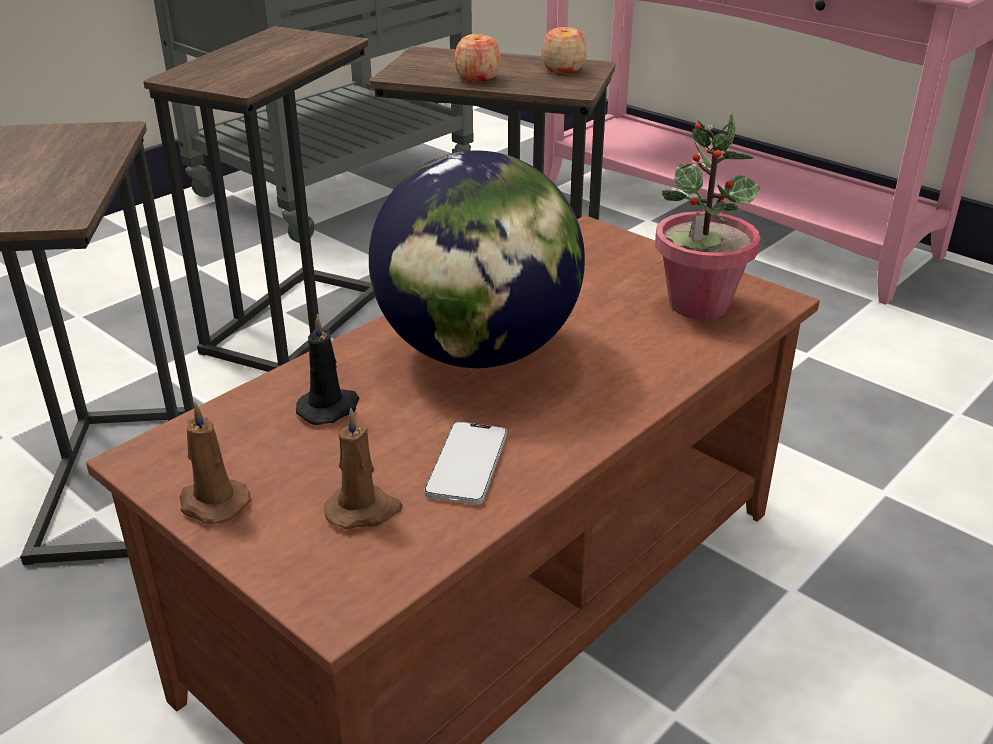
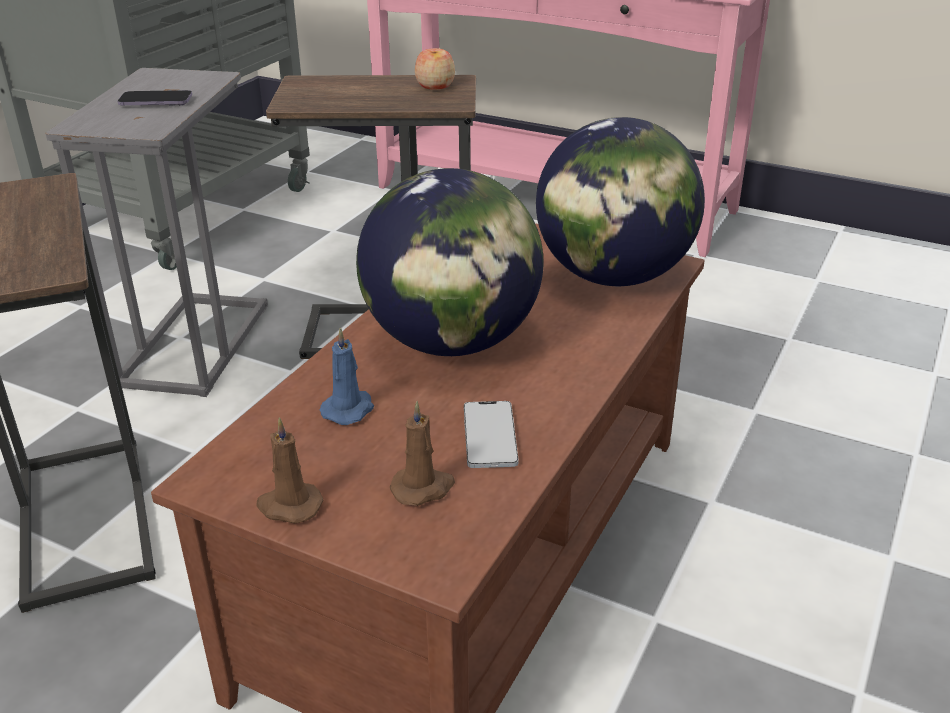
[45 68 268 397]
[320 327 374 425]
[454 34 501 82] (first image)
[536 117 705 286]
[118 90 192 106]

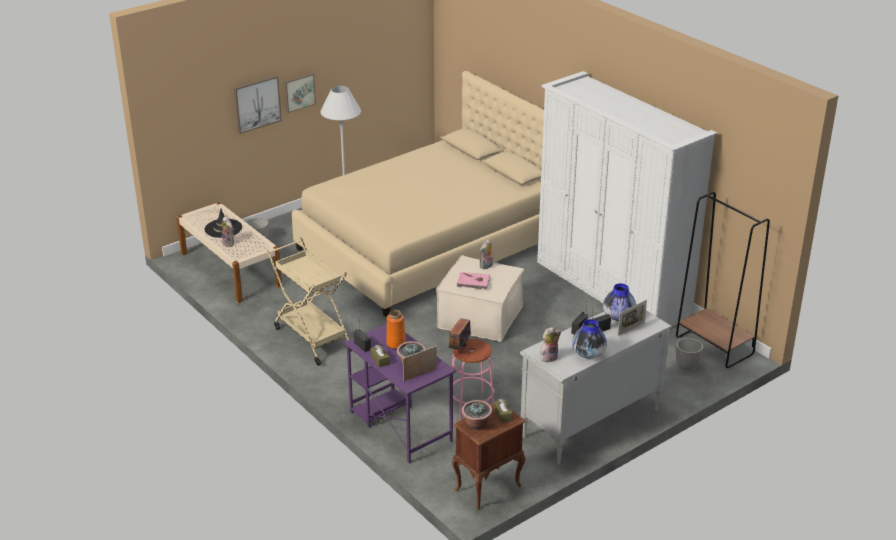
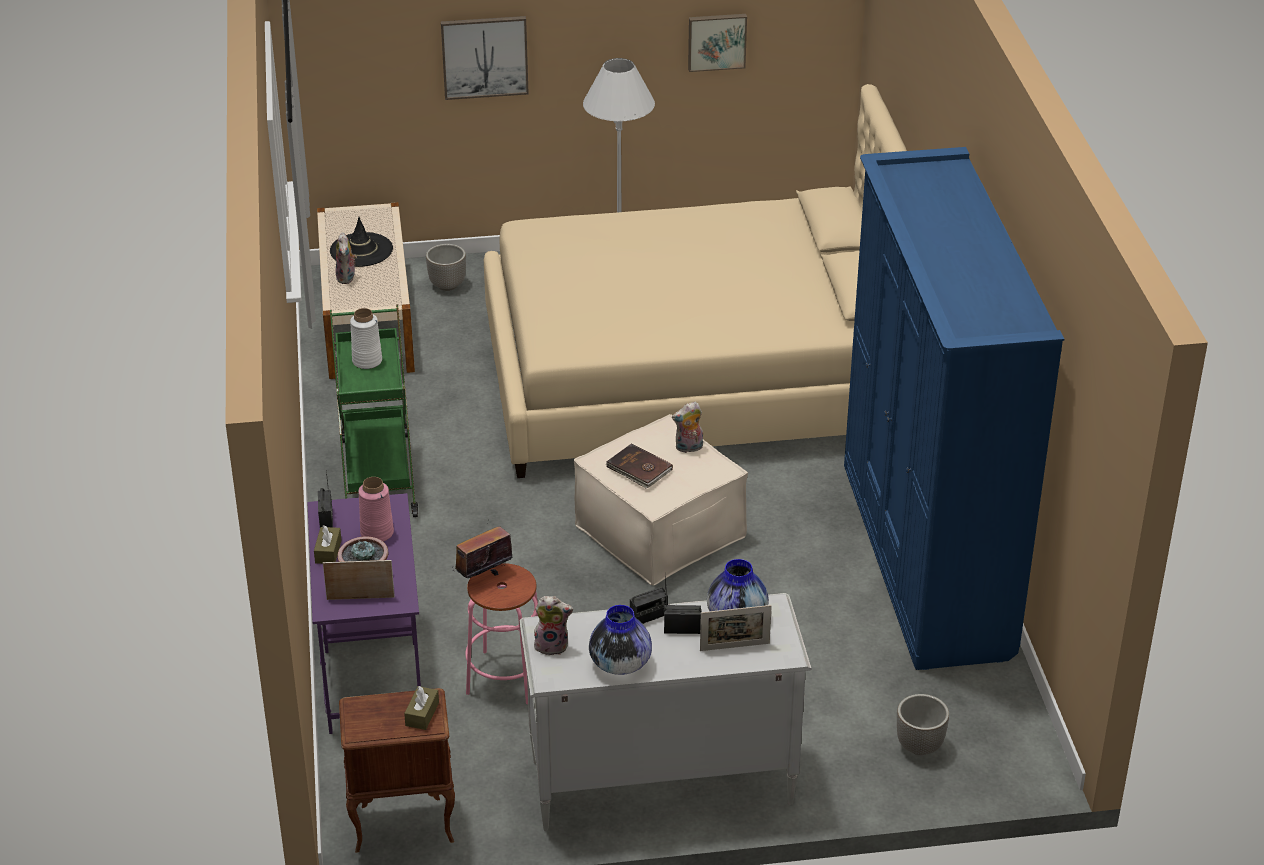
[330 305 419 517]
[688 14 747 72]
[358 477 394 542]
[606 444 673 488]
[461 400 493 430] (first image)
[844 147 1065 670]
[676 192 770 368] (first image)
[350 308 382 369]

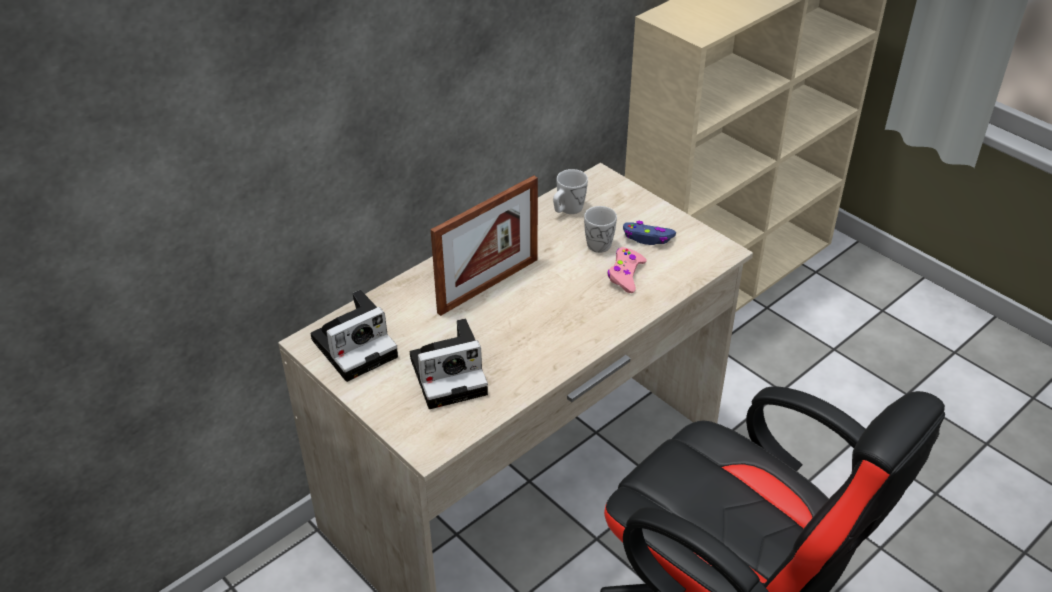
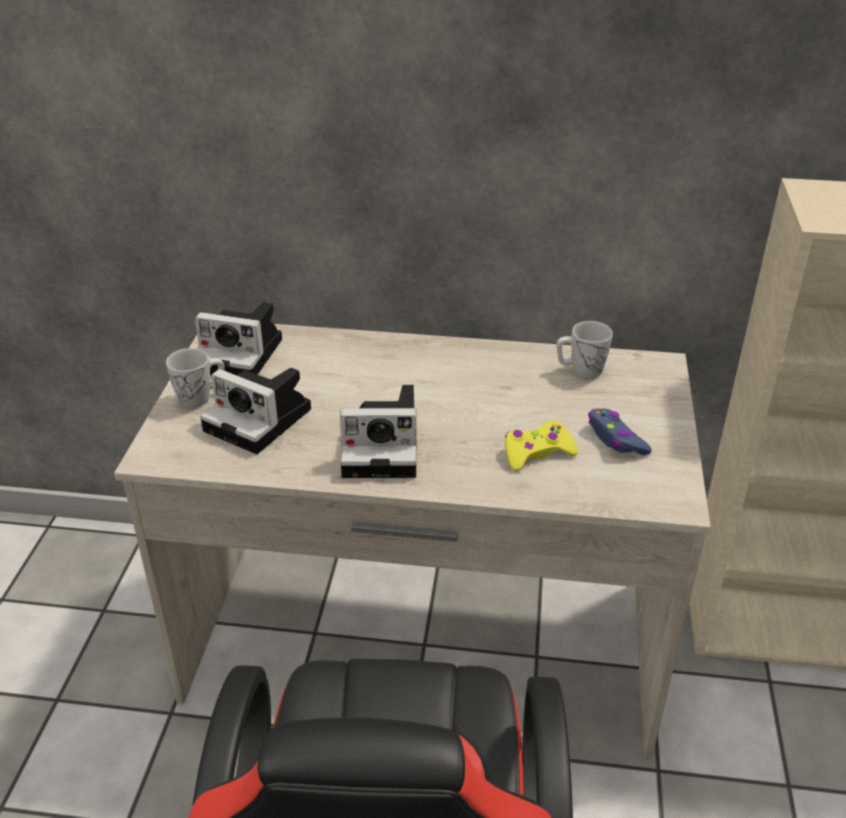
[431 175 538 316] (first image)
[166 348 224 408]
[505 421 578 471]
[340 385 417 478]

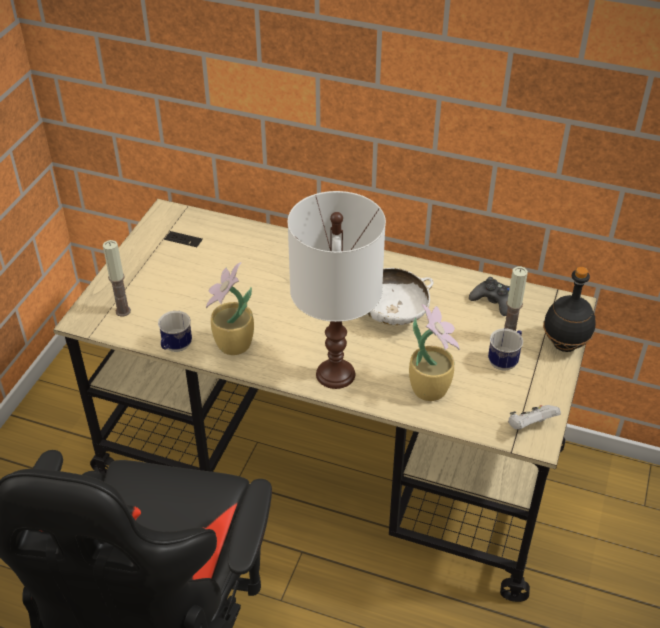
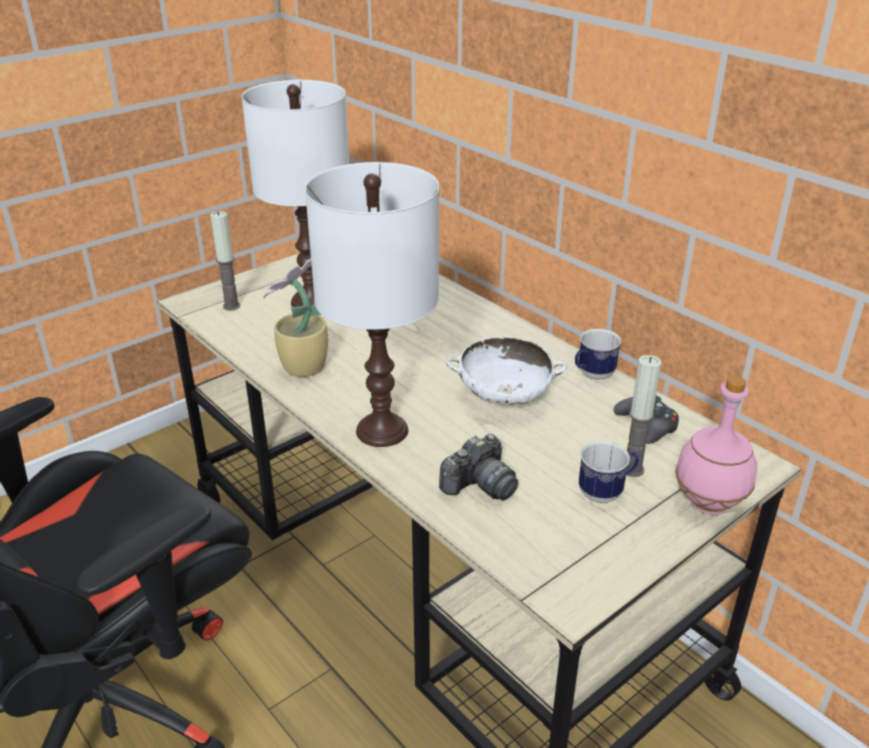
[575 329 621 380]
[439 434 518 500]
[508 405 561 430] (first image)
[675 375 757 515]
[241 80 349 308]

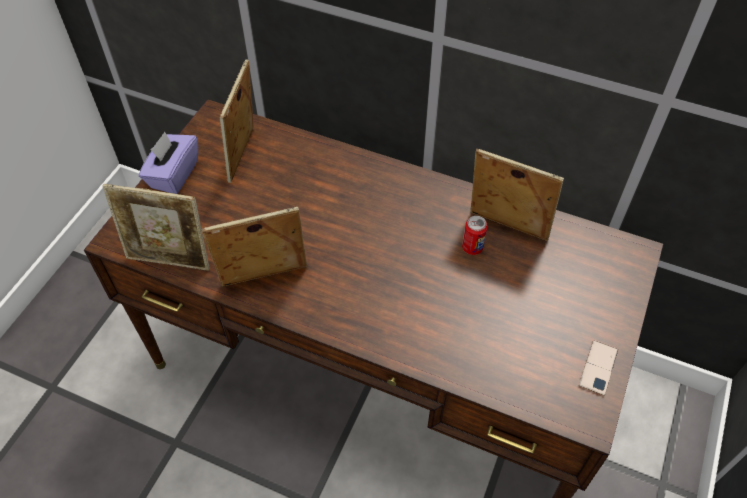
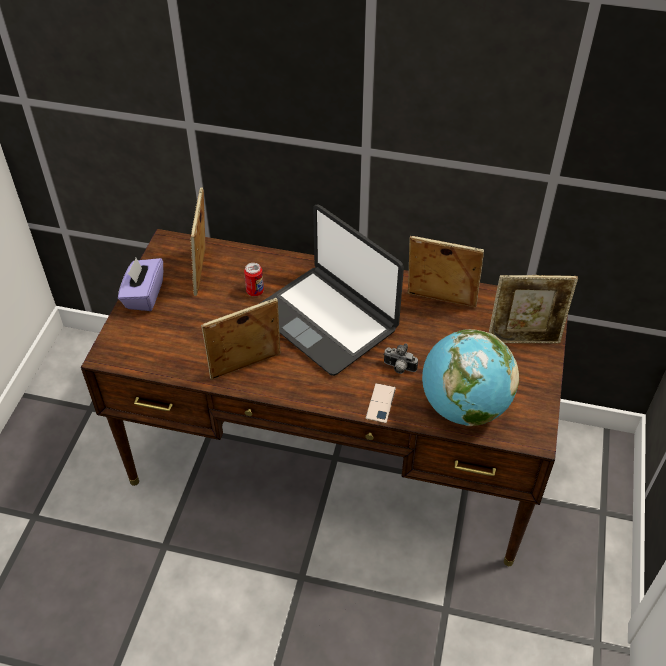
[489 275 578 343]
[244 263 264 296]
[366 383 396 424]
[259 204 404 376]
[383 343 418 374]
[422 329 519 426]

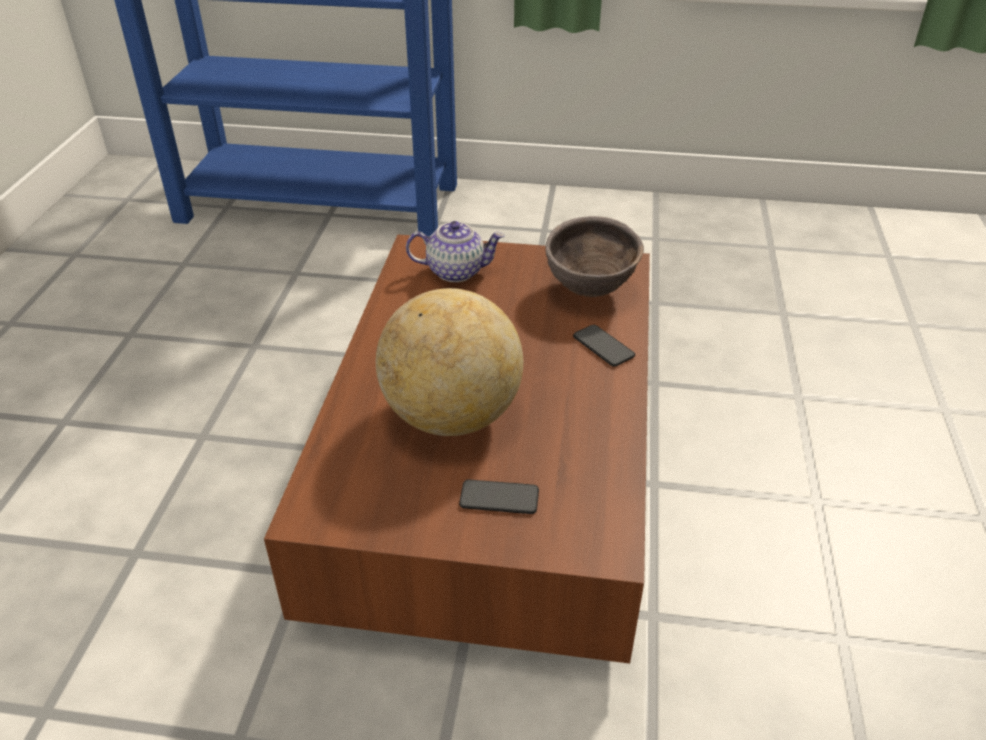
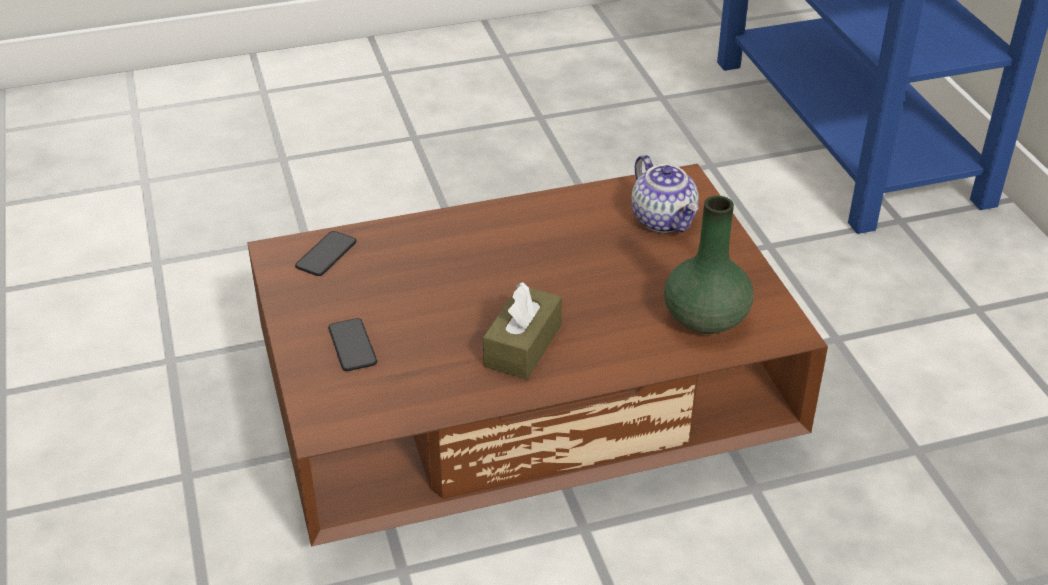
[376 288 523 436] (first image)
[664 196 753 334]
[295 231 357 276]
[483 282 562 379]

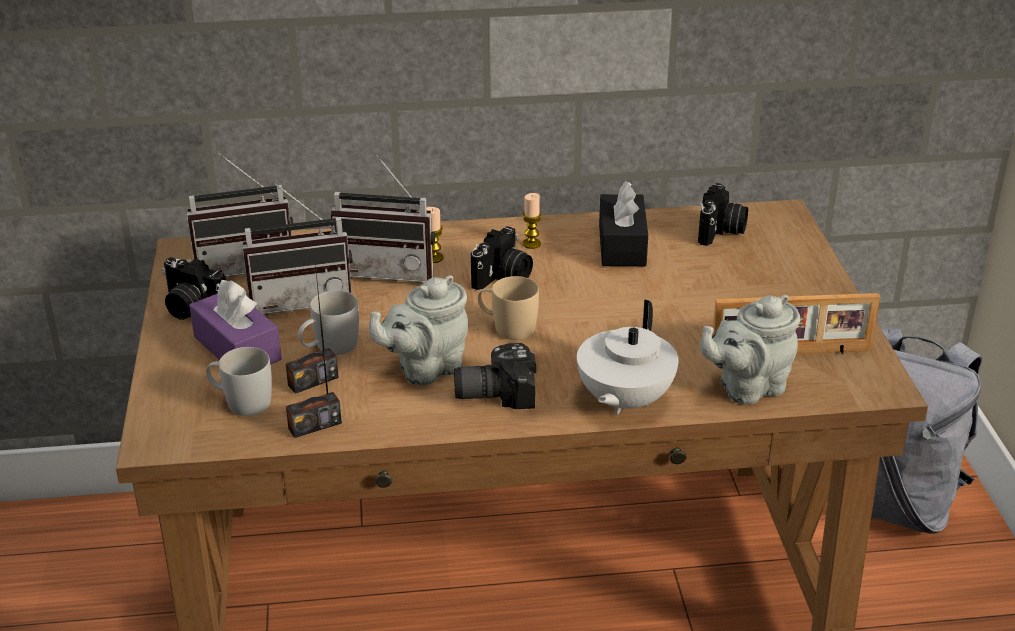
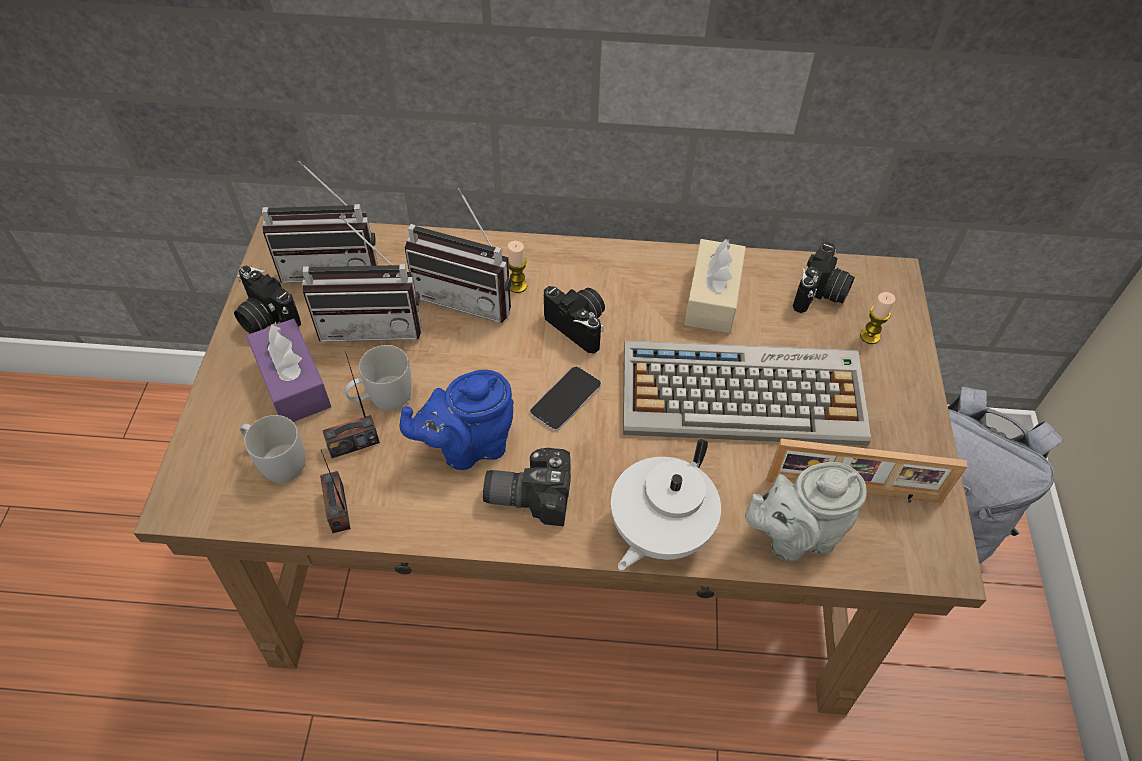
[320 450 351 533]
[400 370 514 470]
[544 286 605 354]
[530 366 601 431]
[860 292 895 344]
[684 239 746 333]
[623 340 871 446]

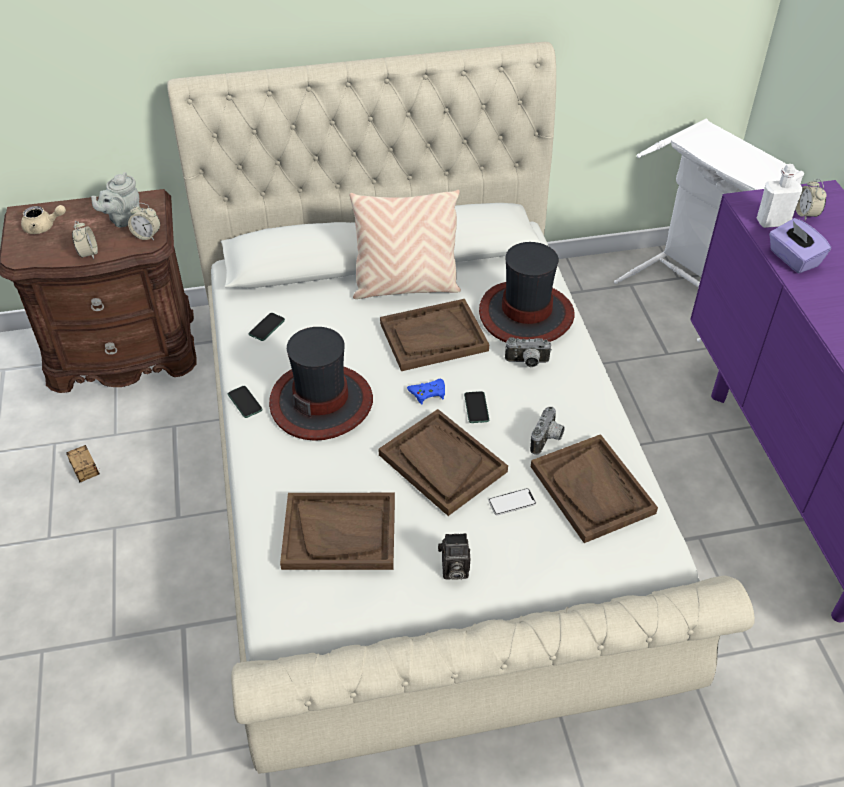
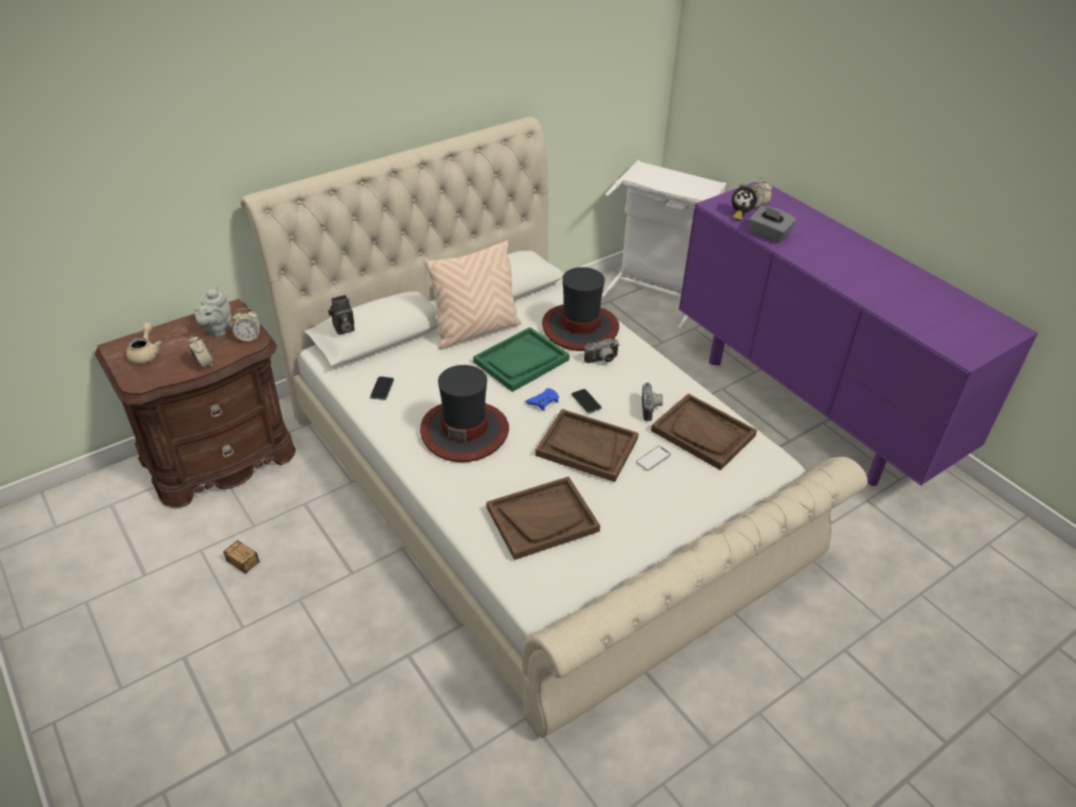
[126 323 161 364]
[228 386 263 418] (first image)
[473 327 570 392]
[328 295 355 335]
[731 183 757 221]
[749 206 796 243]

